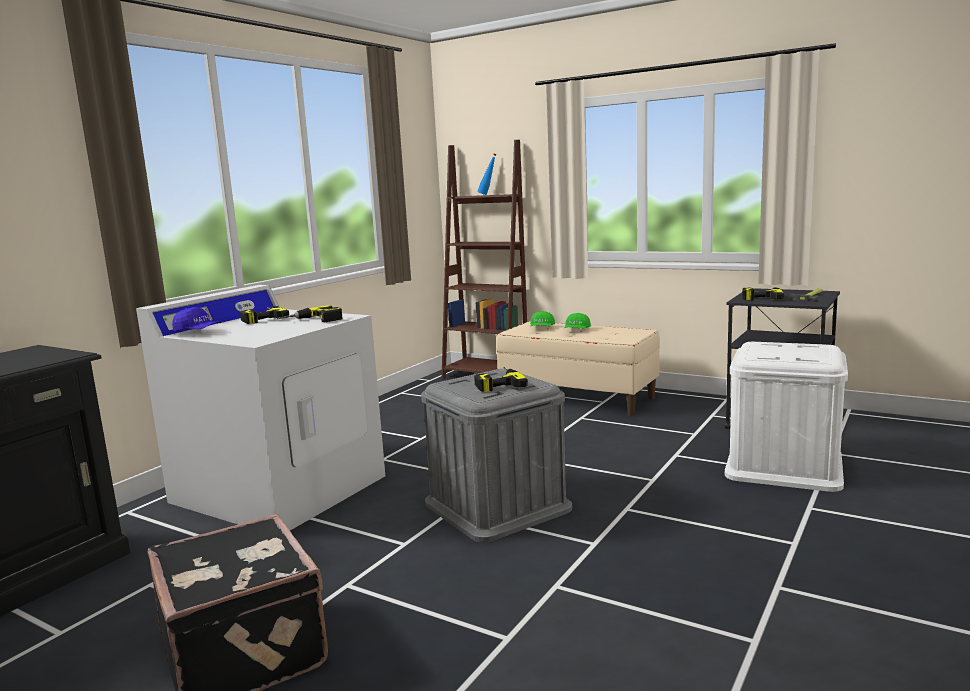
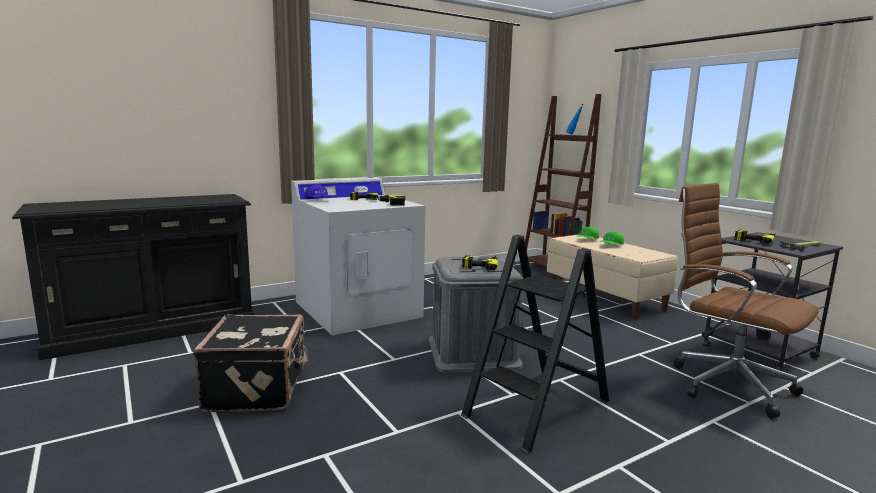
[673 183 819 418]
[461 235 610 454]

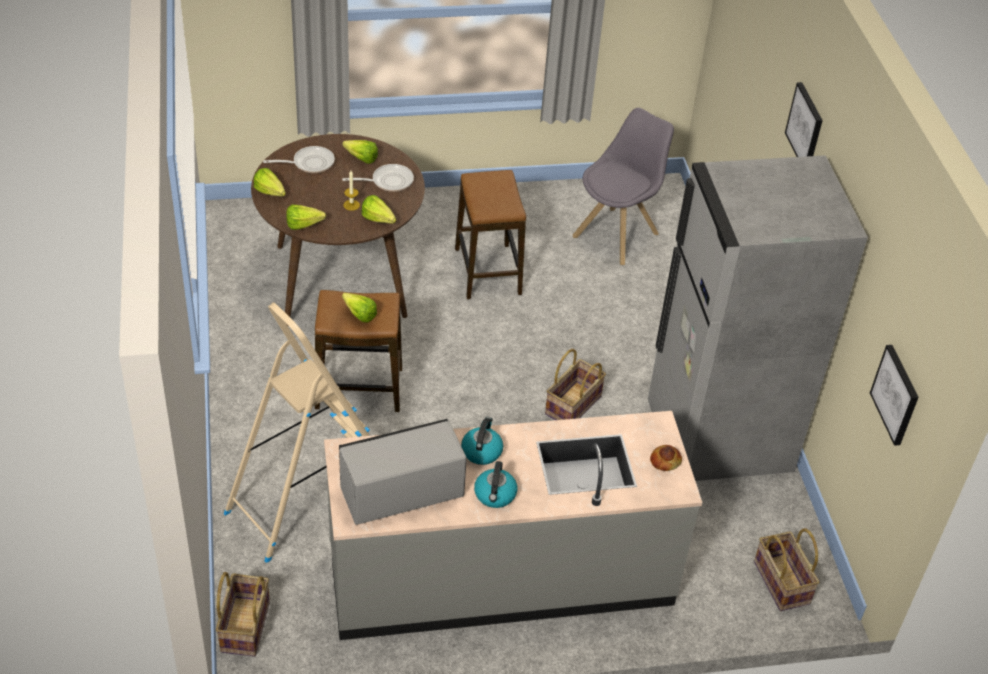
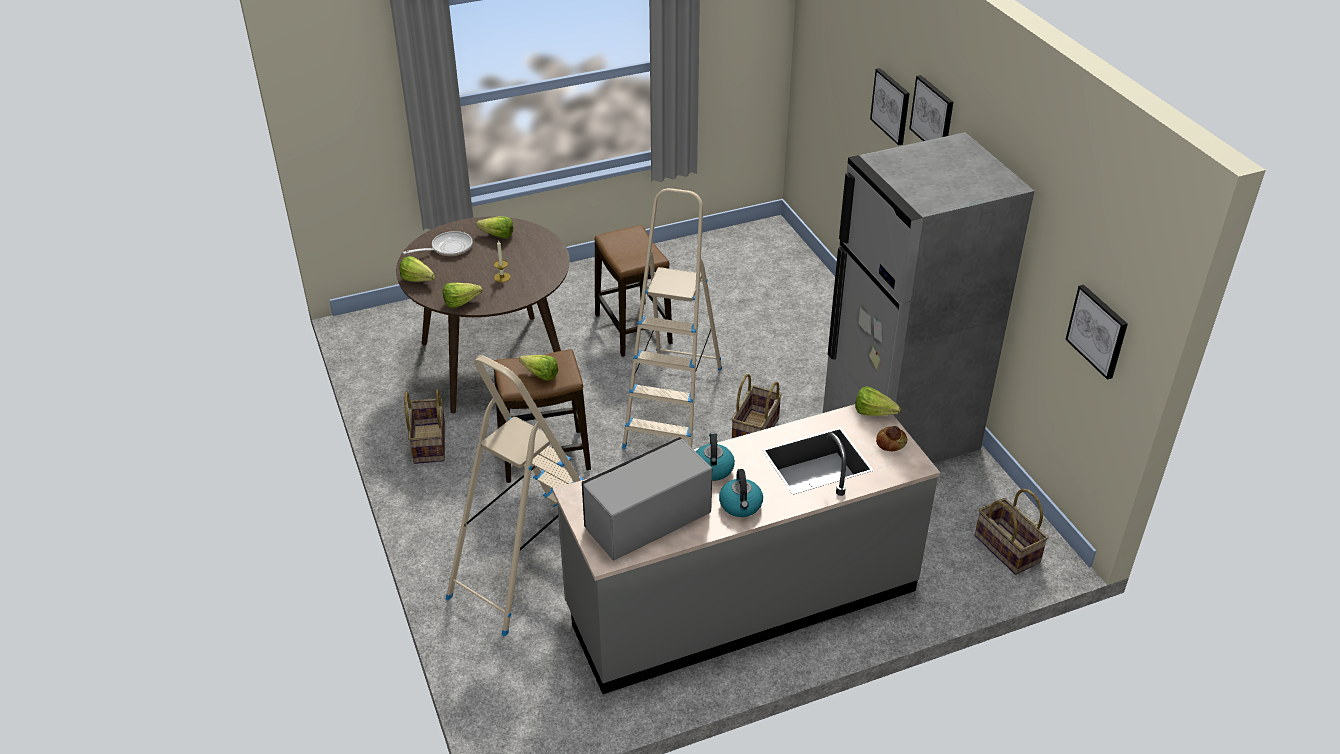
[404 389 445 464]
[342 164 414 192] (first image)
[855 386 901 416]
[573 108 674 265] (first image)
[622 188 722 449]
[870 68 910 145]

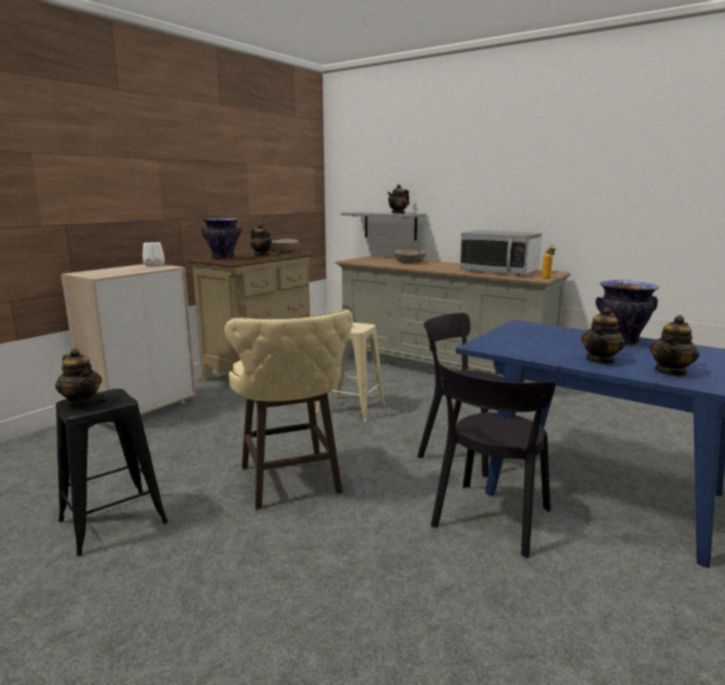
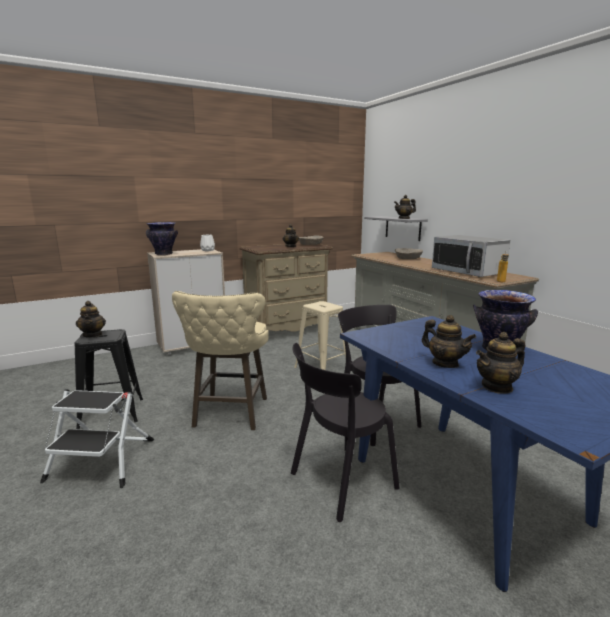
[146 222 178 255]
[422 315 476 368]
[40 389 154 488]

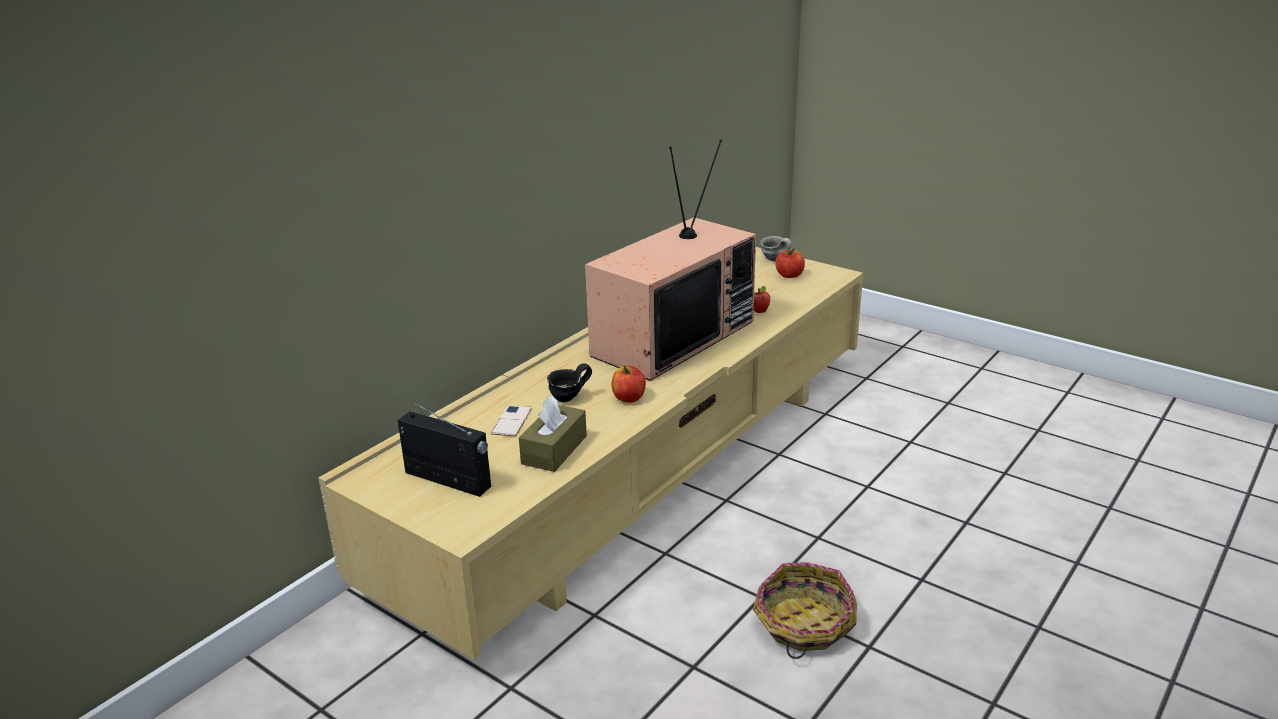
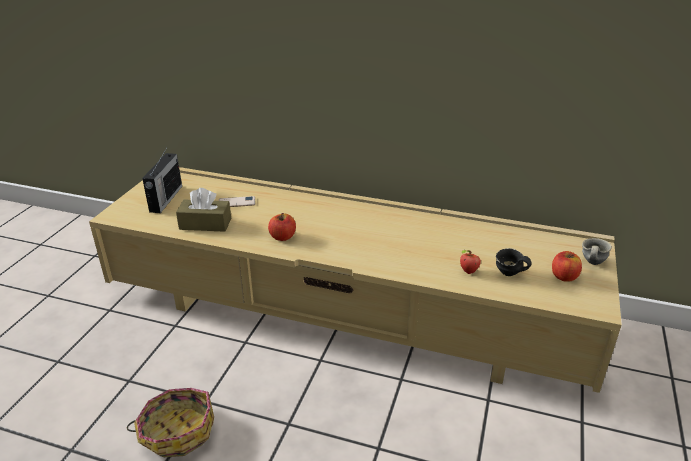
[496 248 532 276]
[585 139 756 381] (first image)

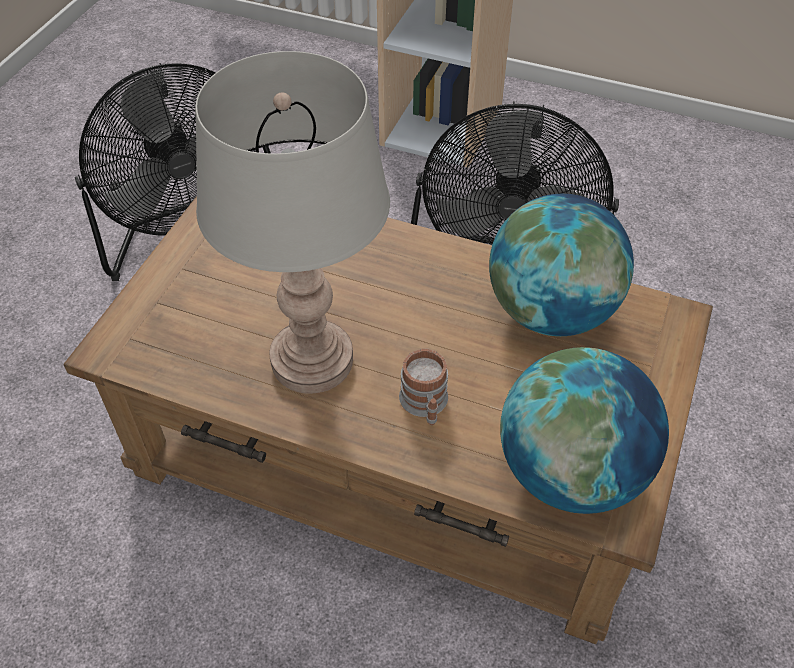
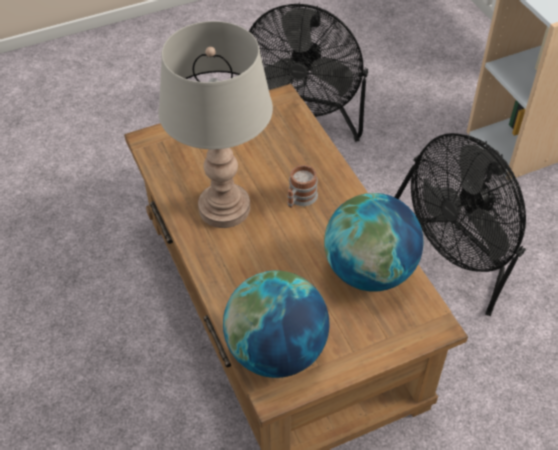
[287 165 318 208]

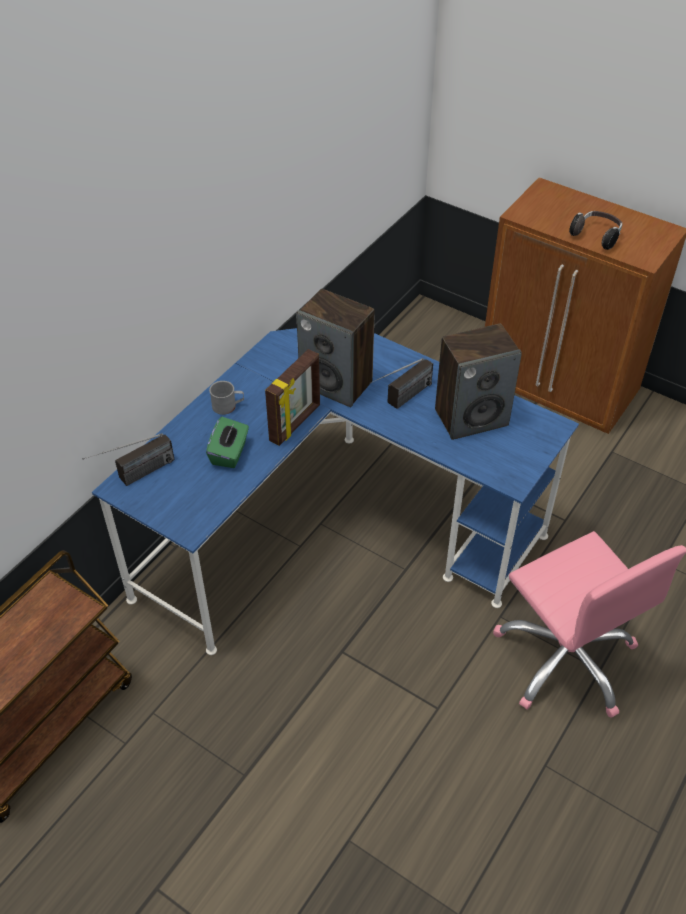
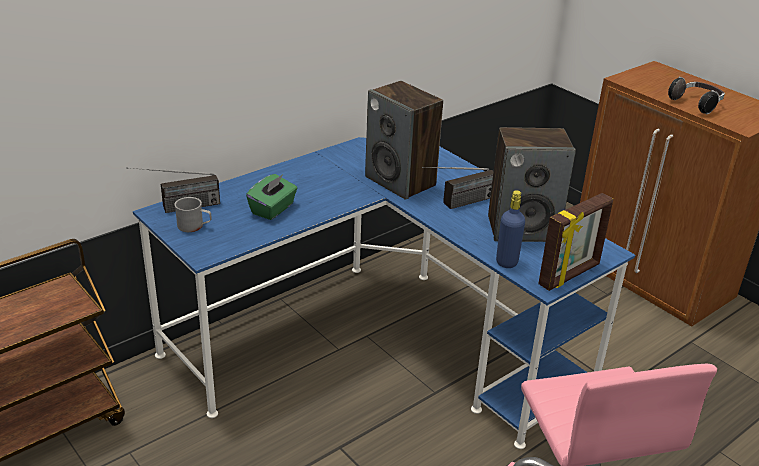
[174 197 212 232]
[538 193 613 291]
[496 190 525 268]

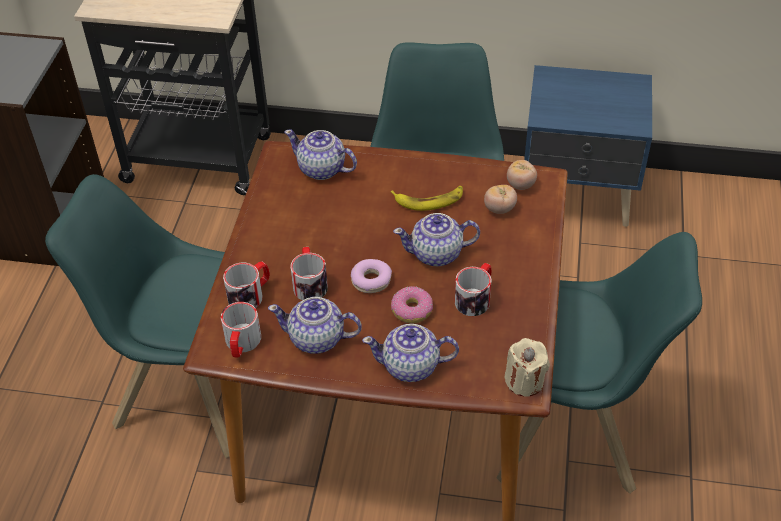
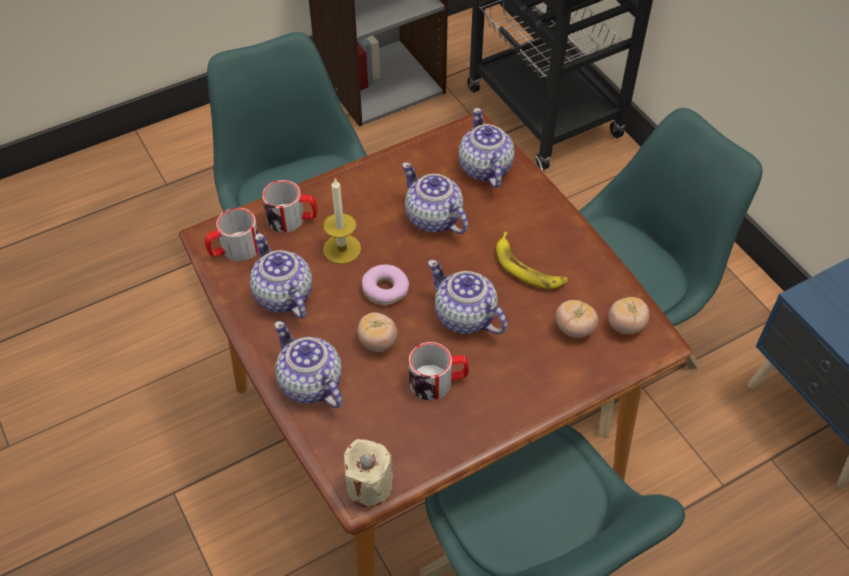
[323 179 361 264]
[358 312 397 352]
[402 162 468 234]

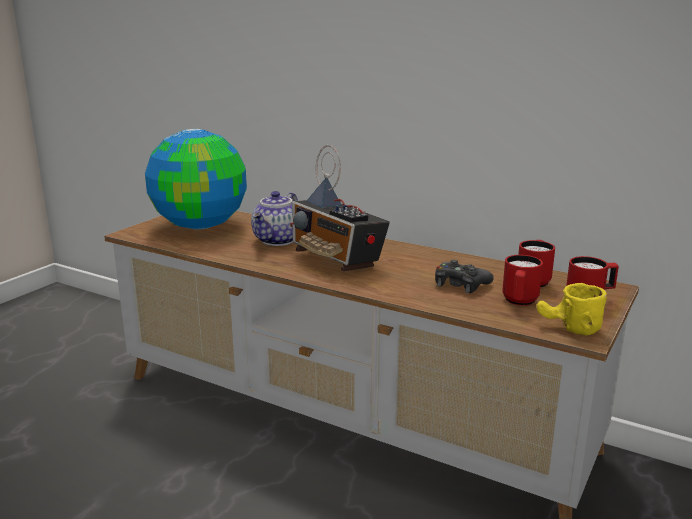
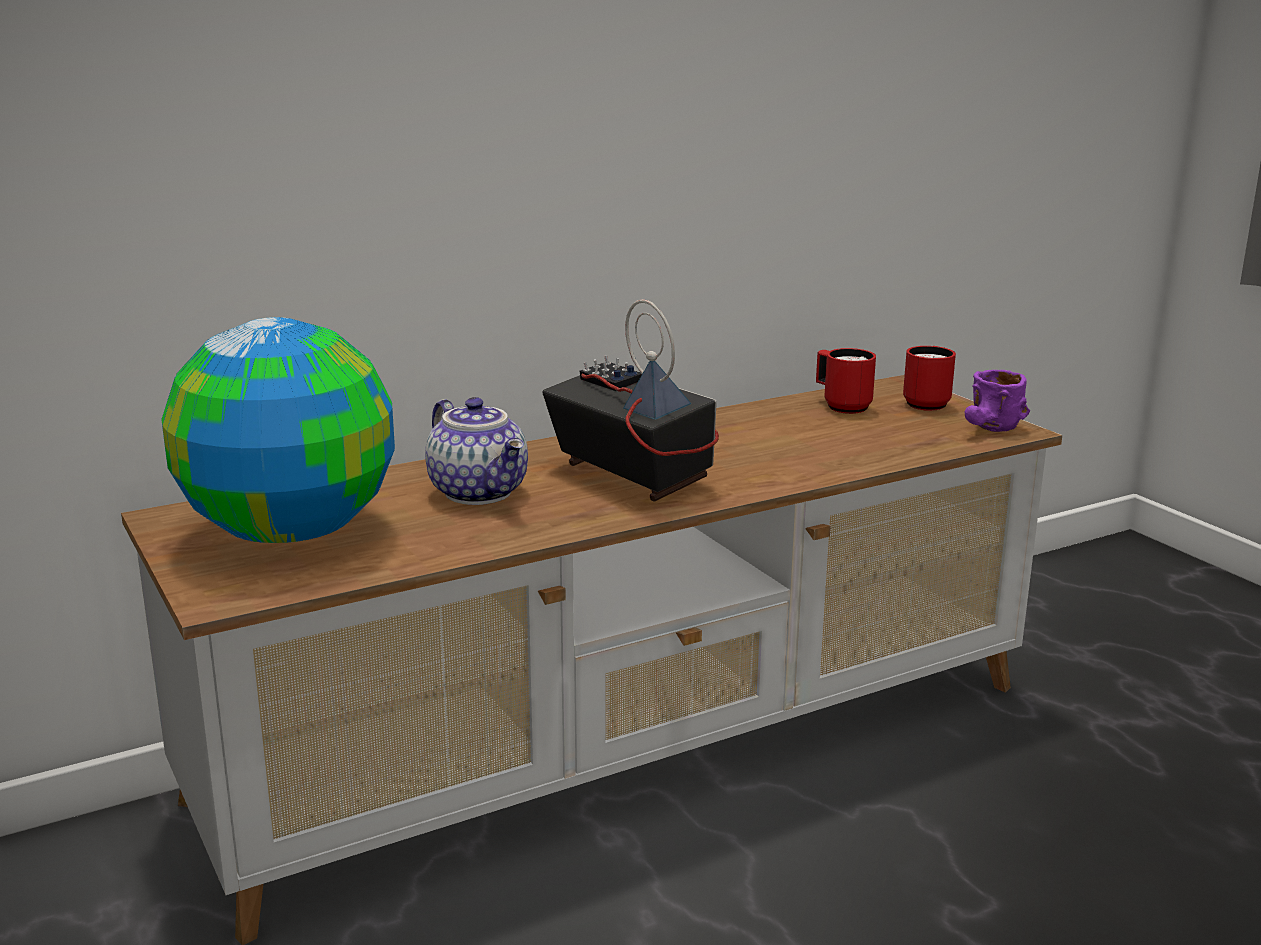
[542 299 719 502]
[435 260 494 293] (first image)
[502 255 543 306] (first image)
[964 370 1030 432]

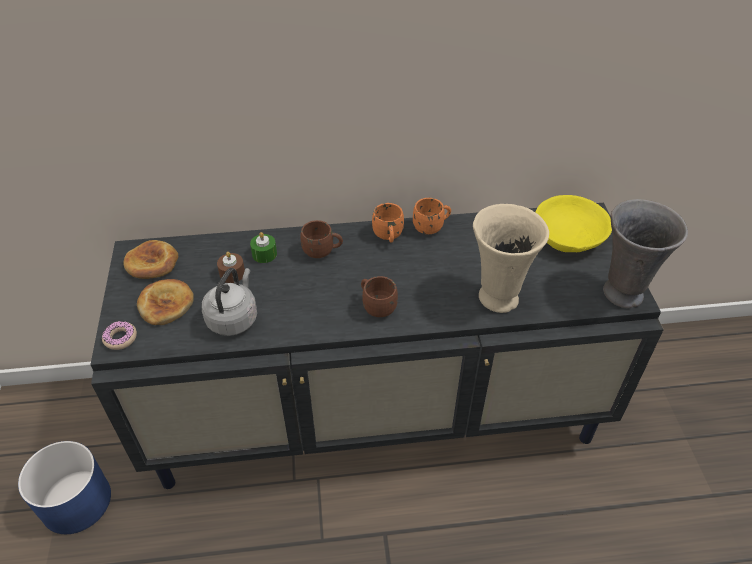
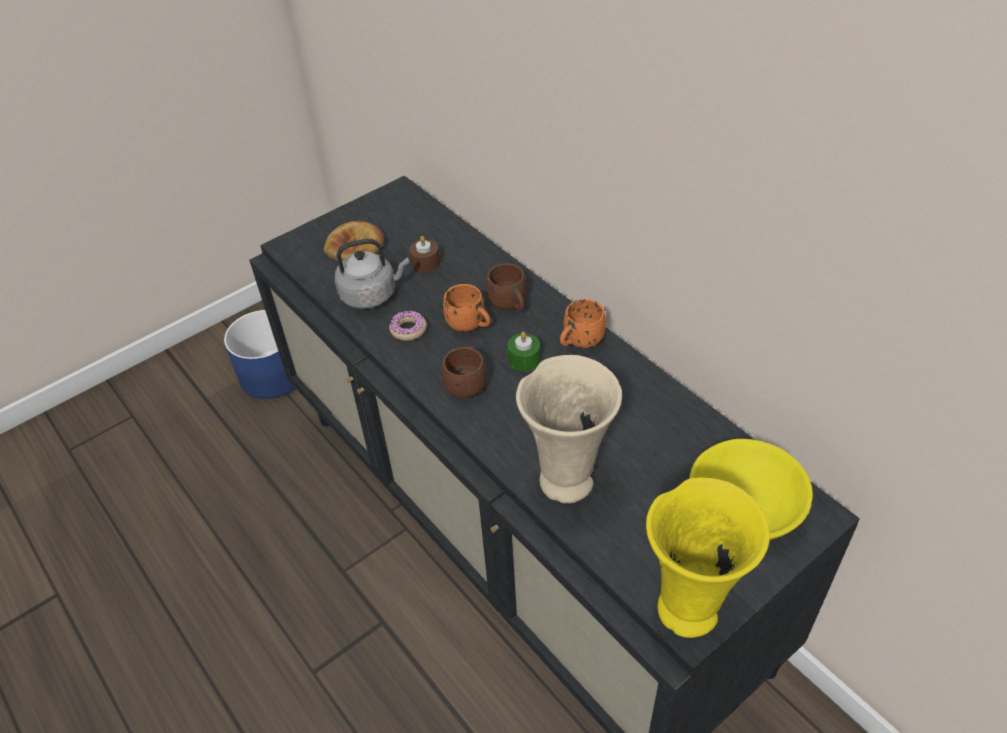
[389 311 427 341]
[123 240 178 279] (first image)
[507 332 540 371]
[443 284 490 332]
[646 477 770 638]

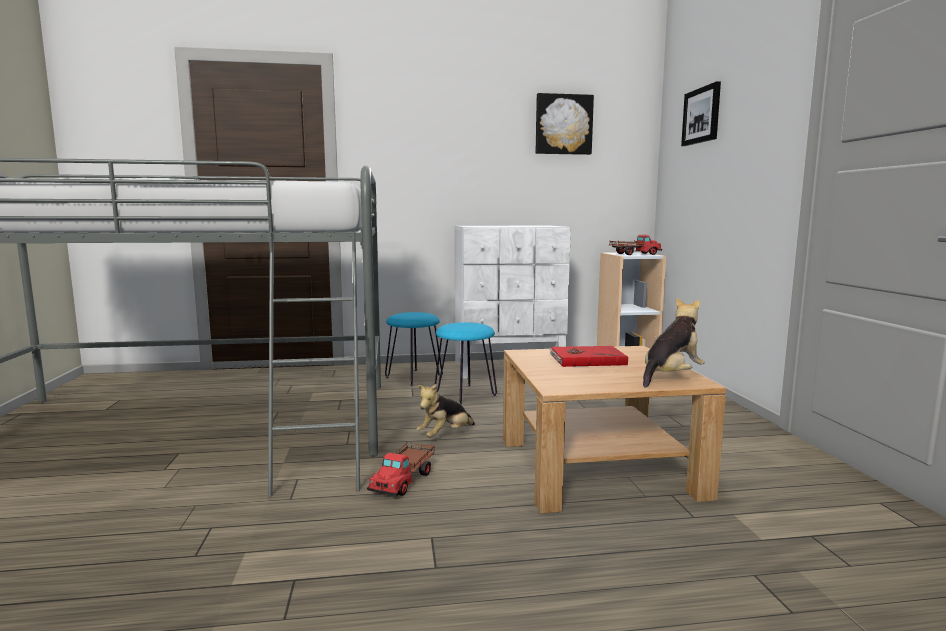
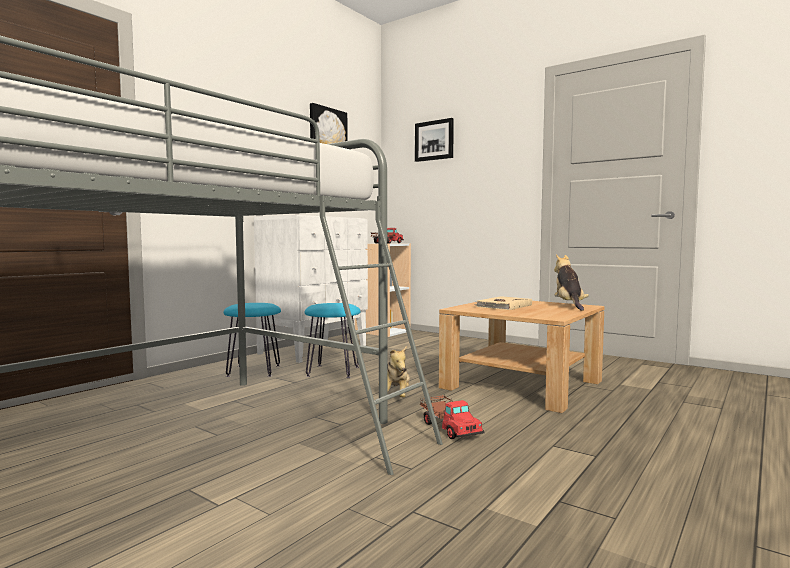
[475 296 532 310]

